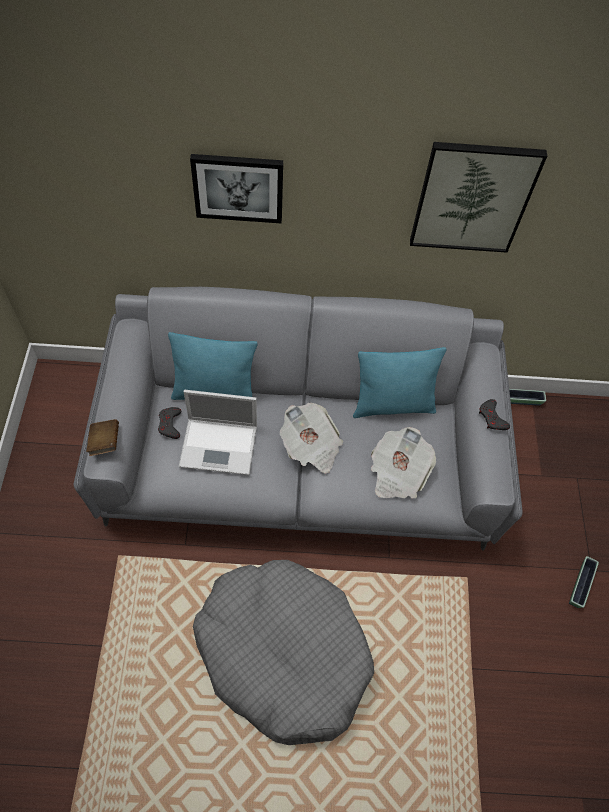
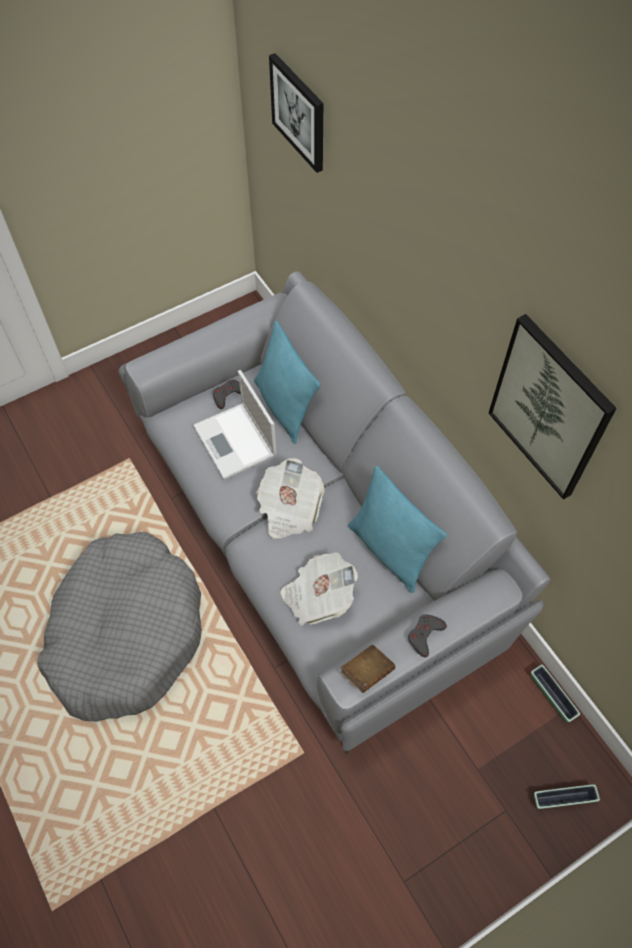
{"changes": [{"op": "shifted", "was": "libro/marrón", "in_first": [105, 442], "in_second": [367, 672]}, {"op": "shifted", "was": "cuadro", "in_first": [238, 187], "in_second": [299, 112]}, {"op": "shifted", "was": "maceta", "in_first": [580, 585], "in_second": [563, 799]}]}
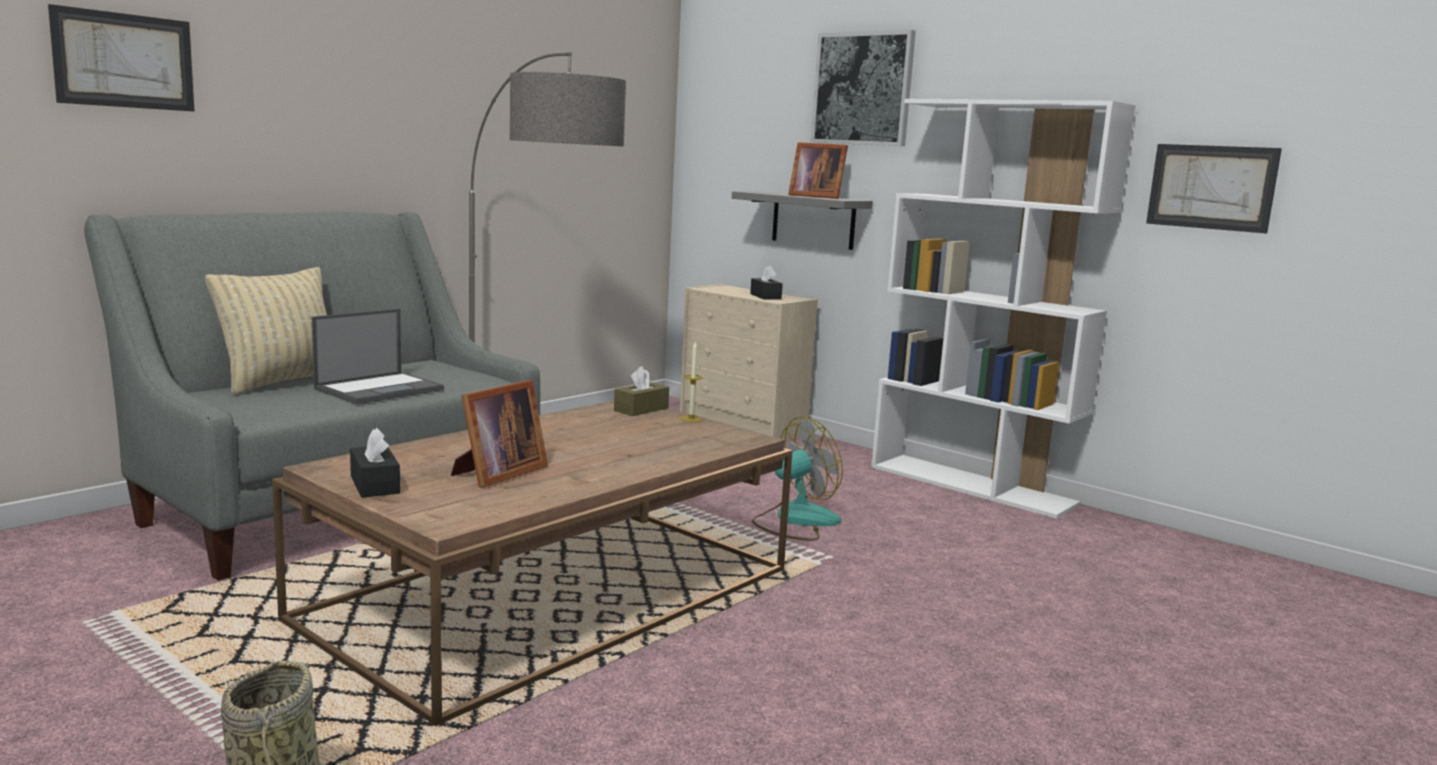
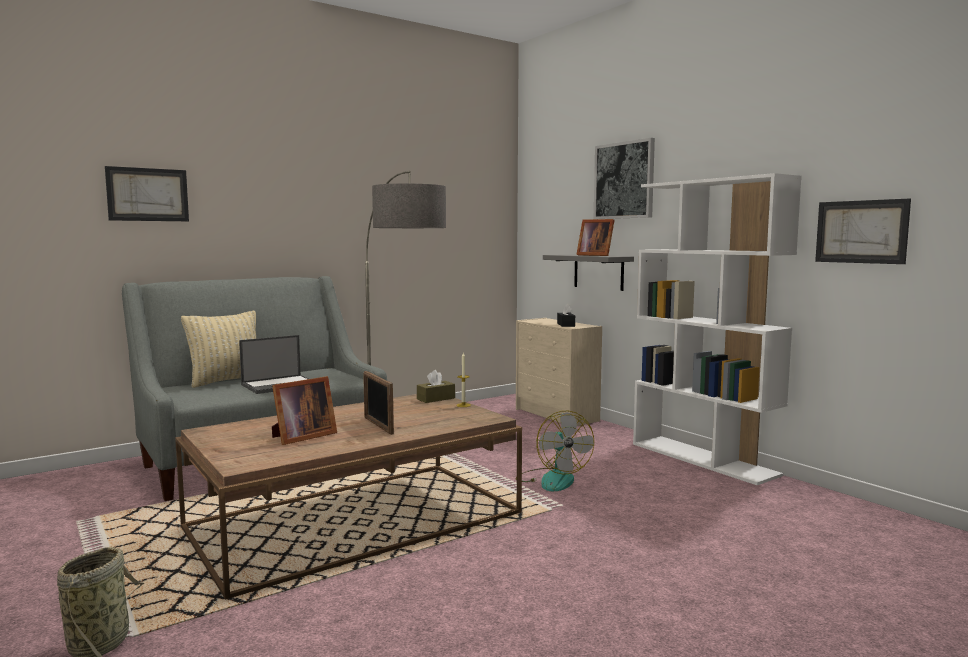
{"changes": [{"op": "gone", "was": "caja de pañuelos/negro", "in_first": [374, 485]}, {"op": "new", "now": "portarretratos", "in_second": [378, 425]}, {"op": "rotated", "was": "ventilador", "in_first": [795, 521], "in_second": [552, 479], "clockwise": 90}]}
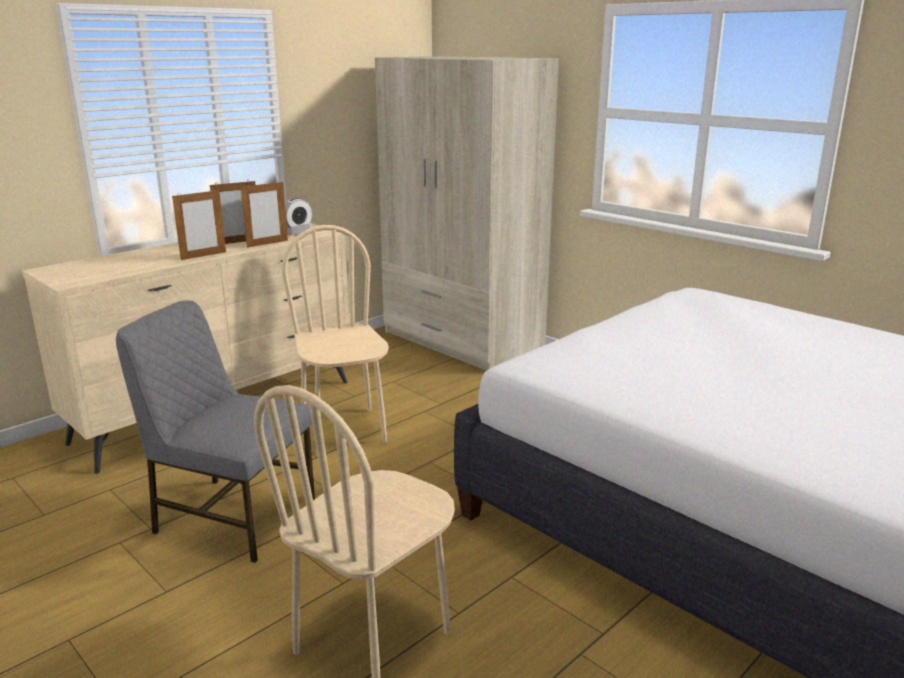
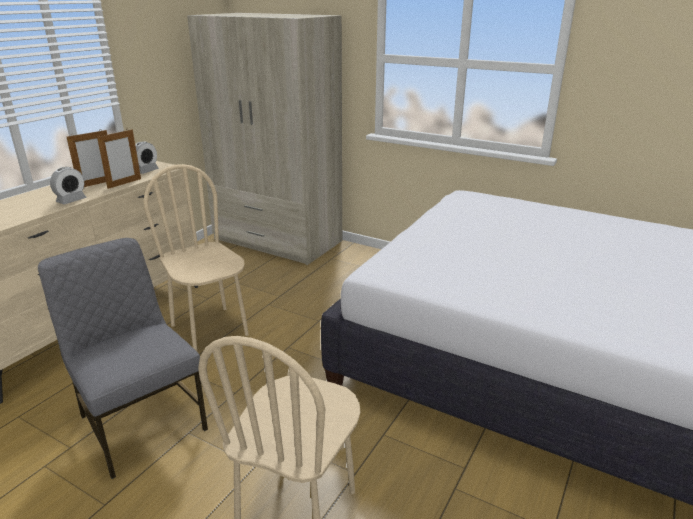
{"changes": [{"op": "swapped", "was": "portarretratos", "now": "despertador", "in_first": [203, 256], "in_second": [71, 200]}, {"op": "rotated", "was": "silla/gris", "in_first": [232, 516], "in_second": [140, 422], "clockwise": 45}]}
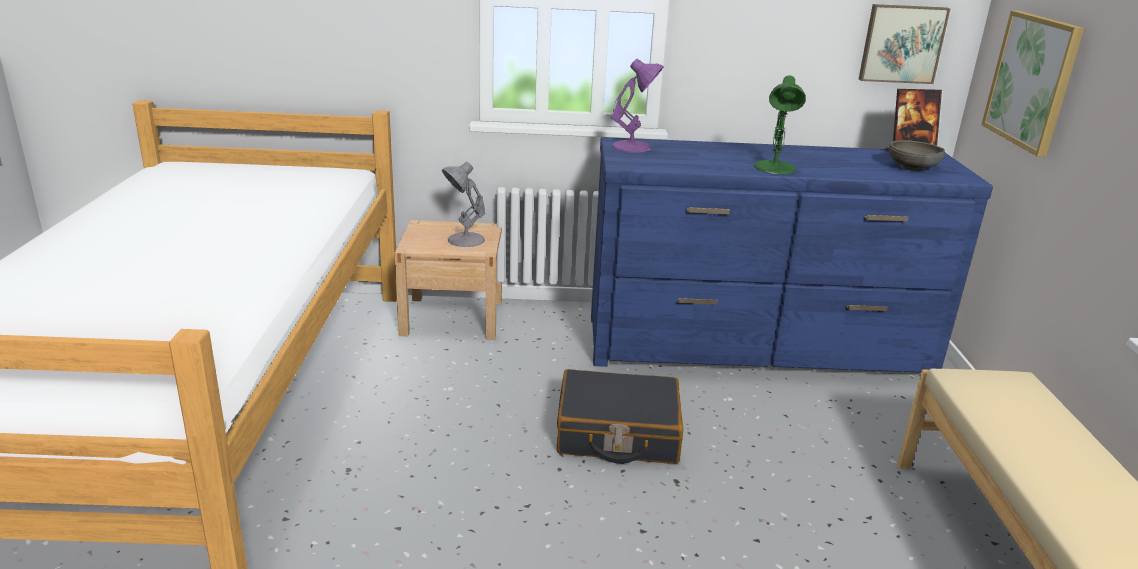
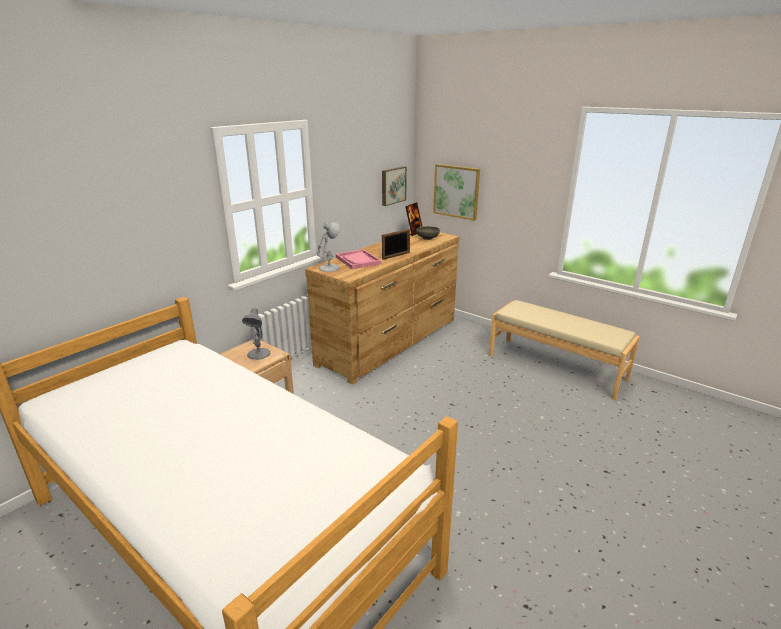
{"changes": [{"op": "gone", "was": "maleta/negro", "in_first": [617, 433]}, {"op": "new", "now": "bandeja/rosa", "in_second": [358, 260]}, {"op": "swapped", "was": "lámpara de mesa/verde", "now": "portarretratos", "in_first": [775, 168], "in_second": [396, 256]}, {"op": "repainted", "was": "cómoda/azul", "now": "cómoda/marrón", "in_first": [757, 347], "in_second": [390, 341]}, {"op": "repainted", "was": "lámpara de mesa/morado", "now": "lámpara de mesa/blanco", "in_first": [633, 147], "in_second": [330, 267]}]}
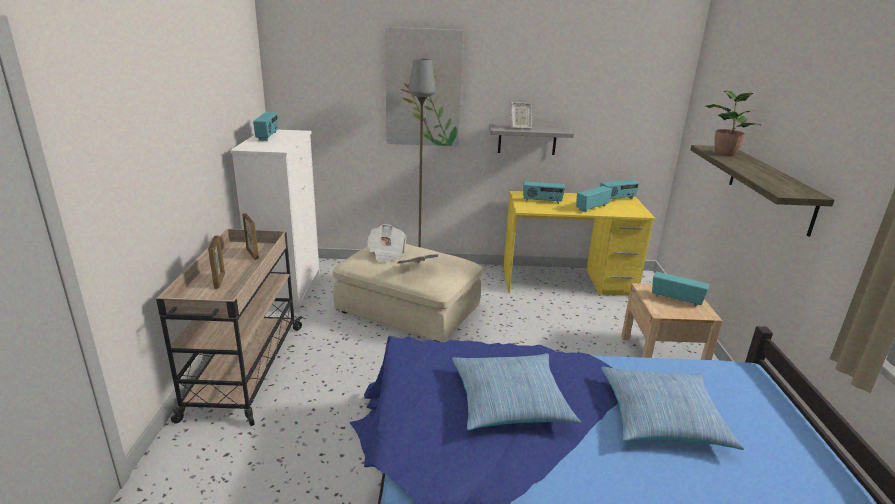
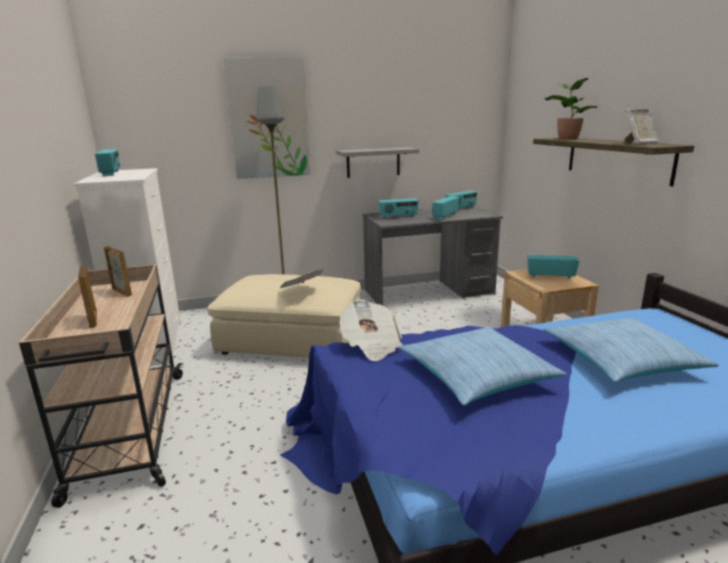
{"changes": [{"op": "shifted", "was": "periódico", "in_first": [386, 254], "in_second": [371, 345]}, {"op": "shifted", "was": "portarretratos", "in_first": [519, 128], "in_second": [639, 143]}, {"op": "repainted", "was": "escritorio/amarillo", "now": "escritorio/gris", "in_first": [567, 281], "in_second": [429, 292]}]}
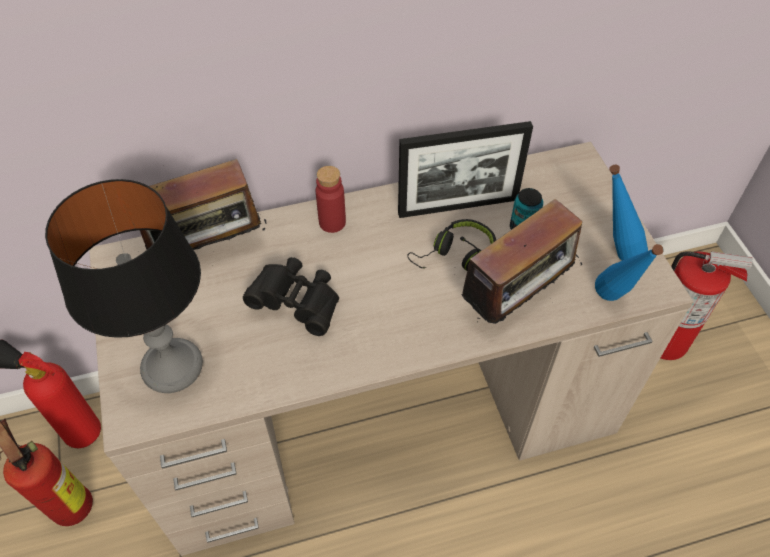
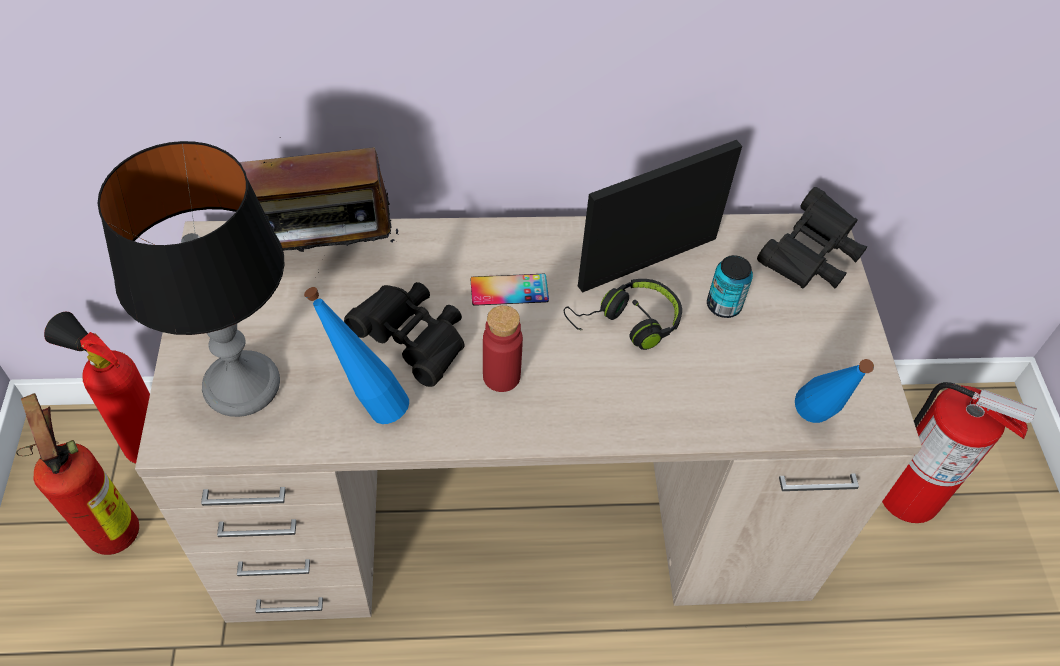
{"changes": [{"op": "gone", "was": "radio", "in_first": [516, 300]}, {"op": "new", "now": "móvil", "in_second": [509, 290]}, {"op": "new", "now": "prismáticos/negro", "in_second": [810, 257]}, {"op": "shifted", "was": "botella/rojo", "in_first": [332, 222], "in_second": [501, 376]}, {"op": "shifted", "was": "botella/azul", "in_first": [613, 253], "in_second": [368, 404]}, {"op": "rotated", "was": "portarretratos", "in_first": [458, 206], "in_second": [648, 262], "clockwise": 150}]}
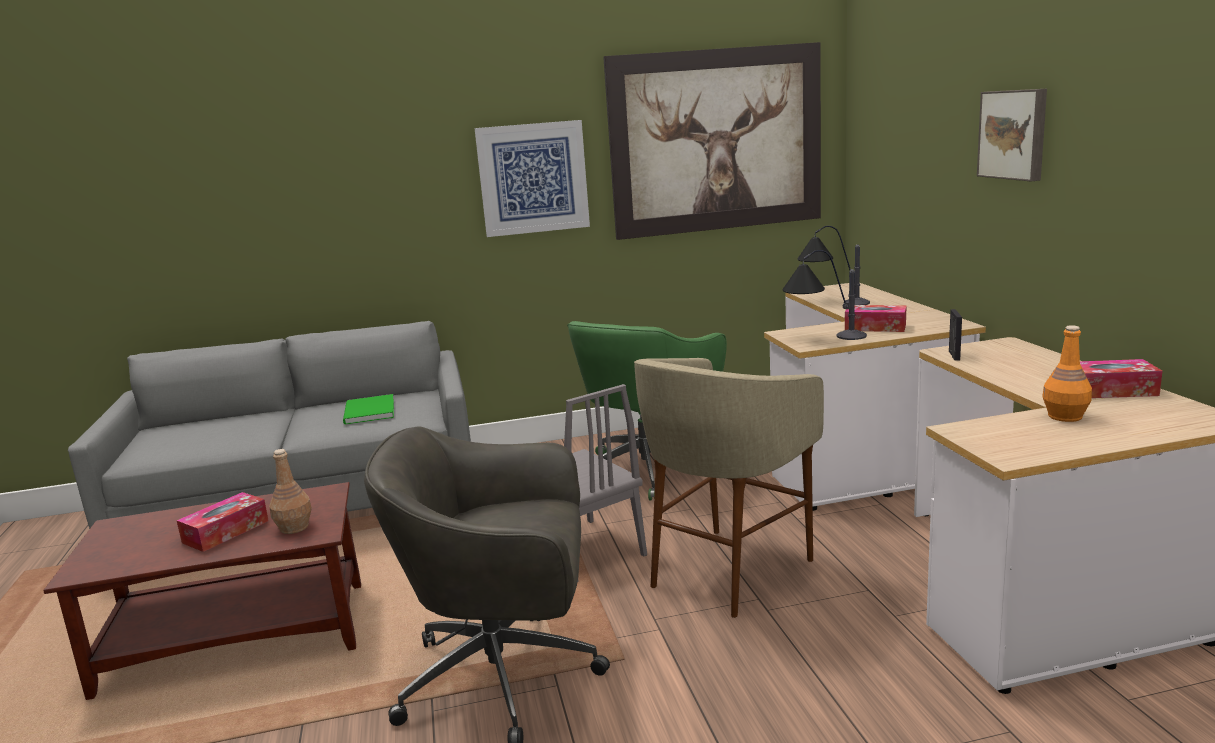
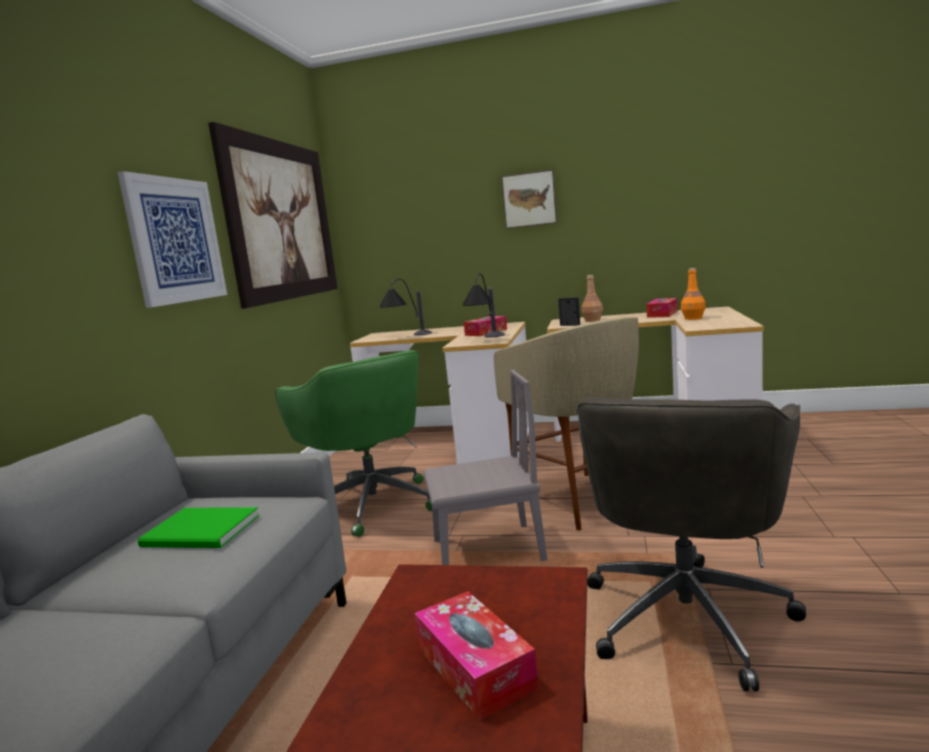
{"changes": [{"op": "shifted", "was": "botella/marrón", "in_first": [295, 527], "in_second": [592, 320]}]}
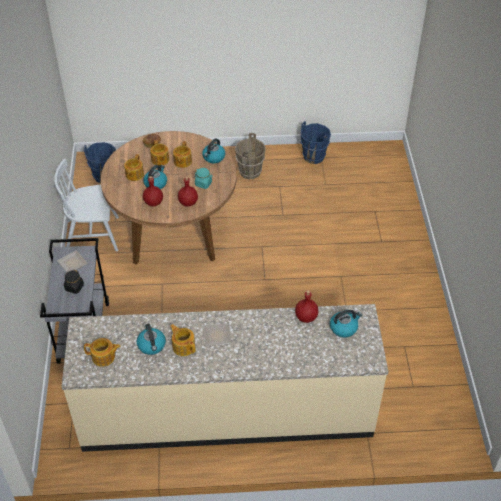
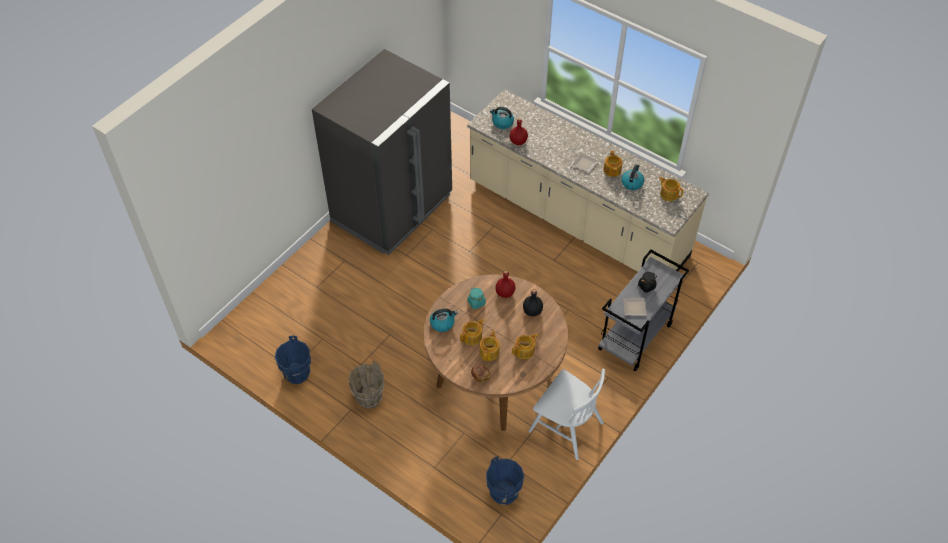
{"changes": [{"op": "gone", "was": "hervidor", "in_first": [155, 183]}, {"op": "new", "now": "nevera/gris", "in_second": [392, 208]}, {"op": "repainted", "was": "botella/rojo", "now": "botella/negro", "in_first": [153, 202], "in_second": [532, 311]}]}
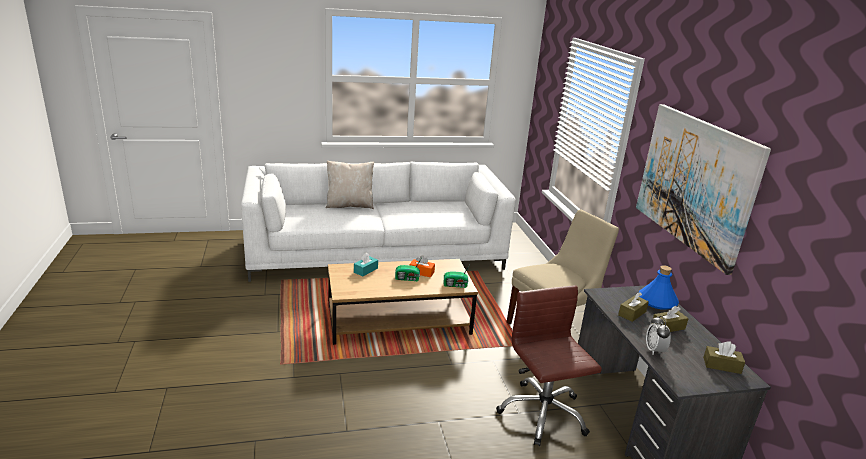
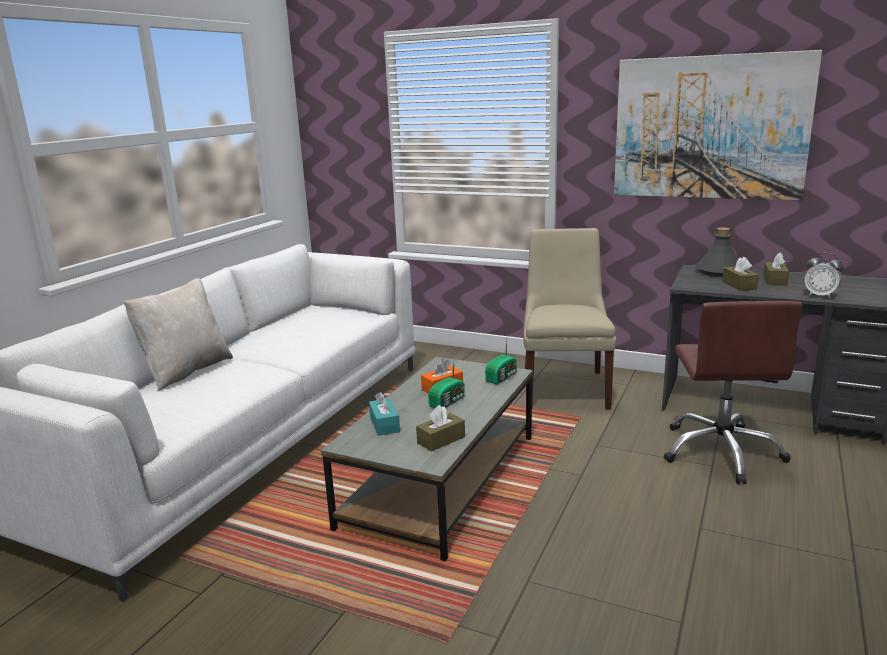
{"changes": [{"op": "shifted", "was": "caja de pañuelos/marrón", "in_first": [721, 365], "in_second": [441, 440]}, {"op": "repainted", "was": "mesa de centro/marrón", "now": "mesa de centro/gris", "in_first": [398, 320], "in_second": [440, 480]}, {"op": "repainted", "was": "botella/azul", "now": "botella/gris", "in_first": [657, 301], "in_second": [719, 272]}, {"op": "rotated", "was": "silla de oficina/marrón", "in_first": [542, 413], "in_second": [721, 452], "clockwise": -105}]}
